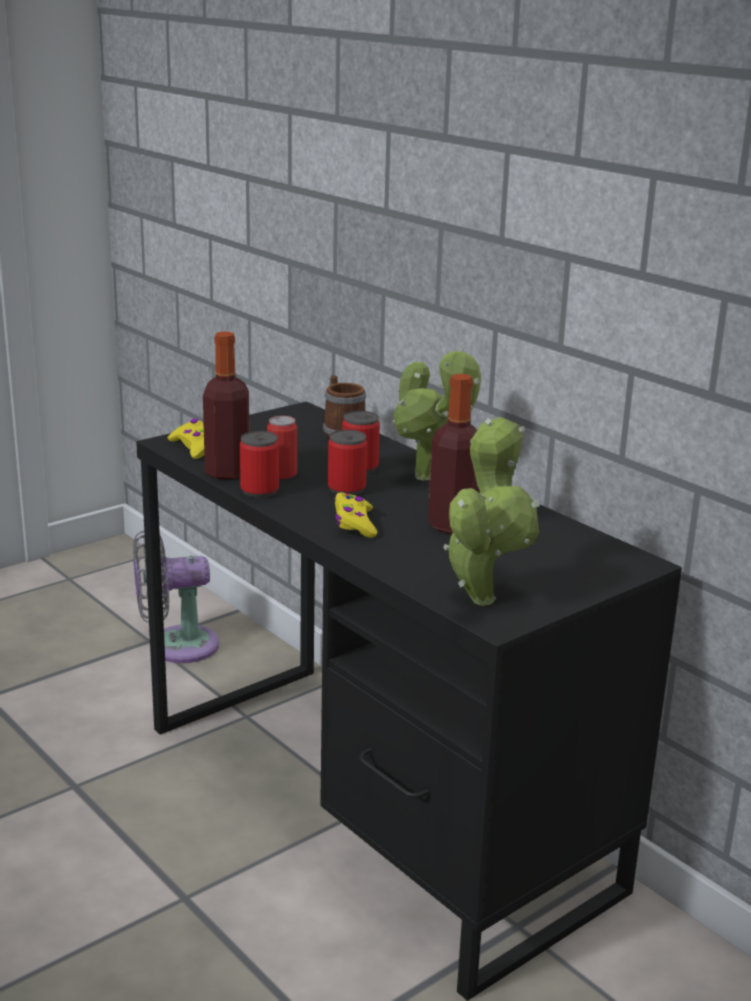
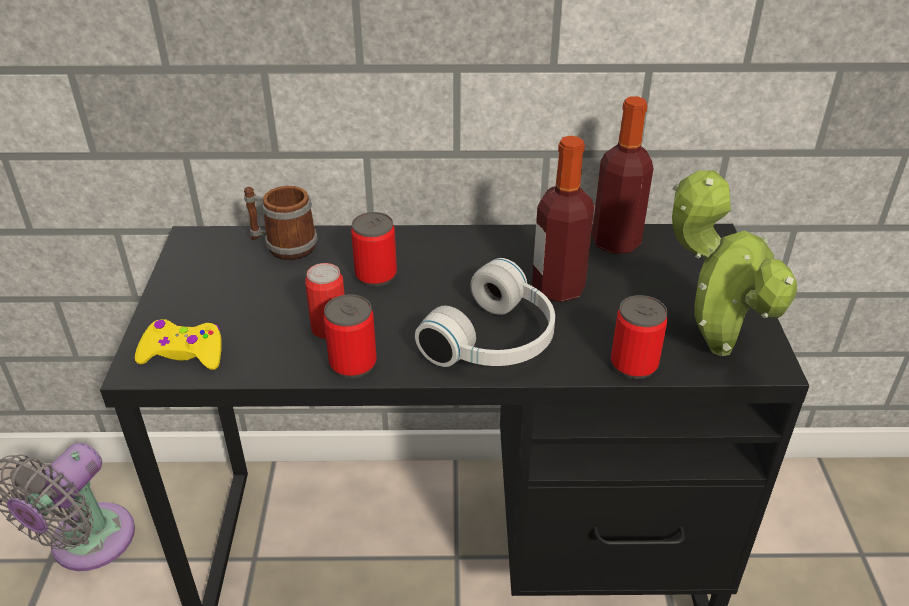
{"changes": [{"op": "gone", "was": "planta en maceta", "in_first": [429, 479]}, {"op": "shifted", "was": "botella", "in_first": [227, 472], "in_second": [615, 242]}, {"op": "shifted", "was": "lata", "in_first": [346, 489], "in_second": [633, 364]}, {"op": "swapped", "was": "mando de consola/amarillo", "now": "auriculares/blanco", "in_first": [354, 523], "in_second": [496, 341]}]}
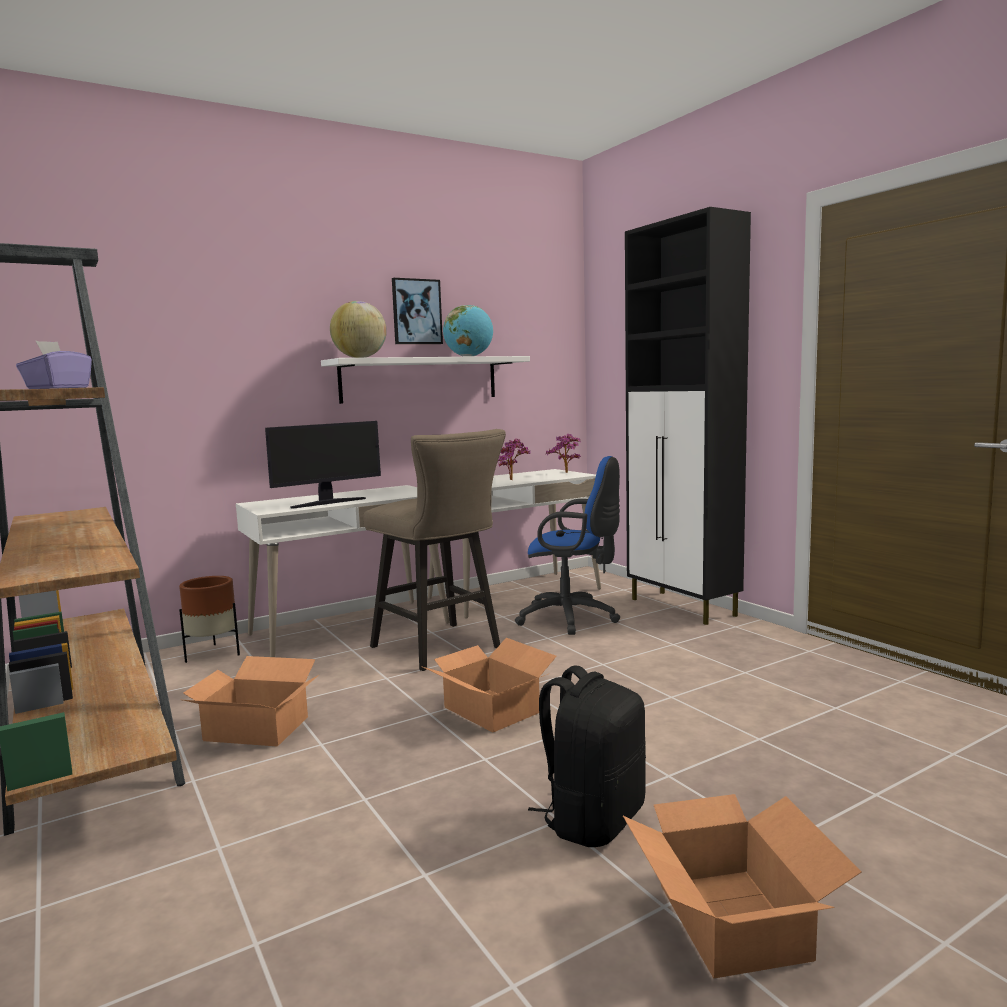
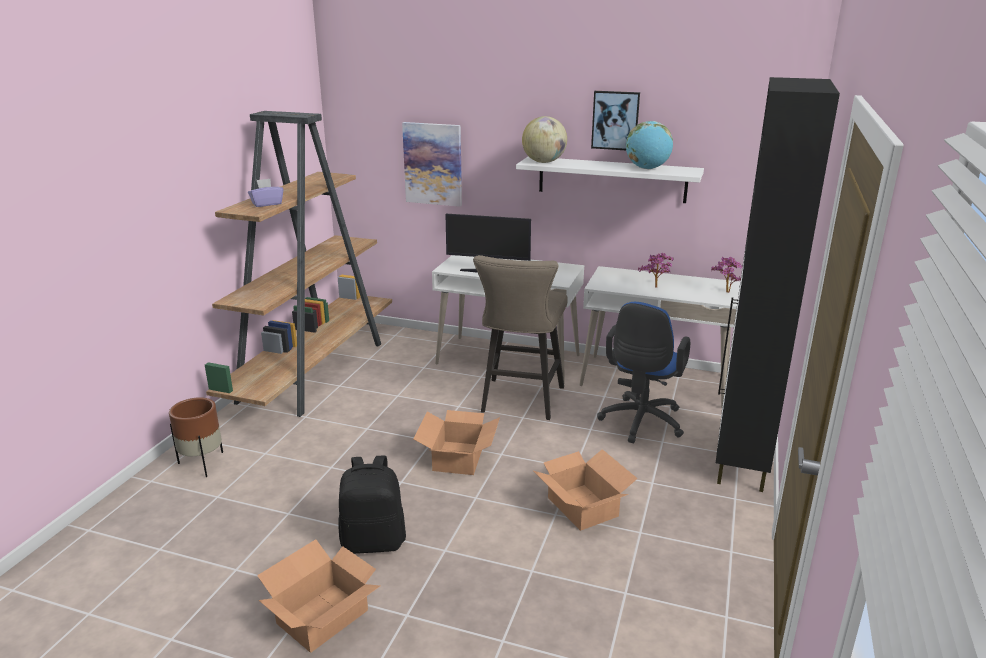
{"changes": [{"op": "new", "now": "cuadro", "in_second": [433, 164]}, {"op": "shifted", "was": "maceta/marrón", "in_first": [213, 653], "in_second": [203, 464]}, {"op": "shifted", "was": "caja de cartón", "in_first": [257, 729], "in_second": [582, 507]}, {"op": "rotated", "was": "silla de oficina/azul", "in_first": [572, 619], "in_second": [640, 423], "clockwise": 45}]}
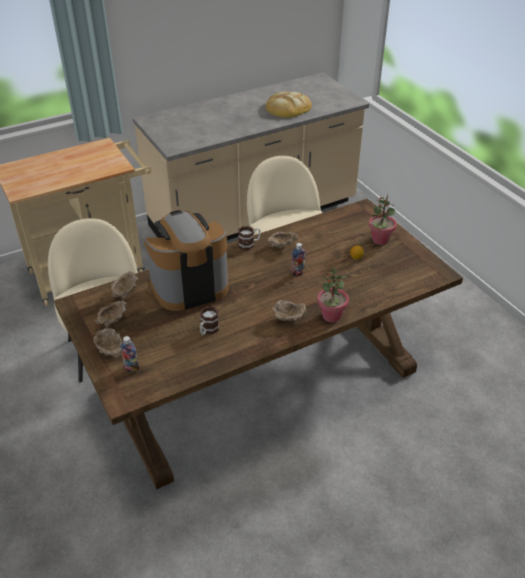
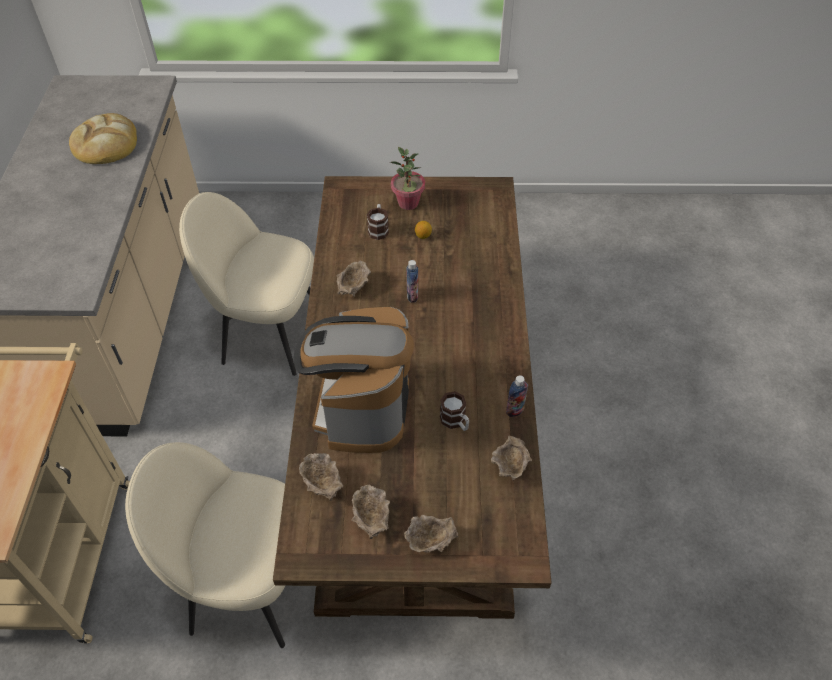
{"changes": [{"op": "gone", "was": "planta en maceta", "in_first": [331, 316]}, {"op": "shifted", "was": "botella", "in_first": [131, 368], "in_second": [515, 410]}, {"op": "shifted", "was": "taza grande", "in_first": [249, 244], "in_second": [378, 229]}, {"op": "shifted", "was": "cuenco/beis", "in_first": [289, 319], "in_second": [510, 466]}]}
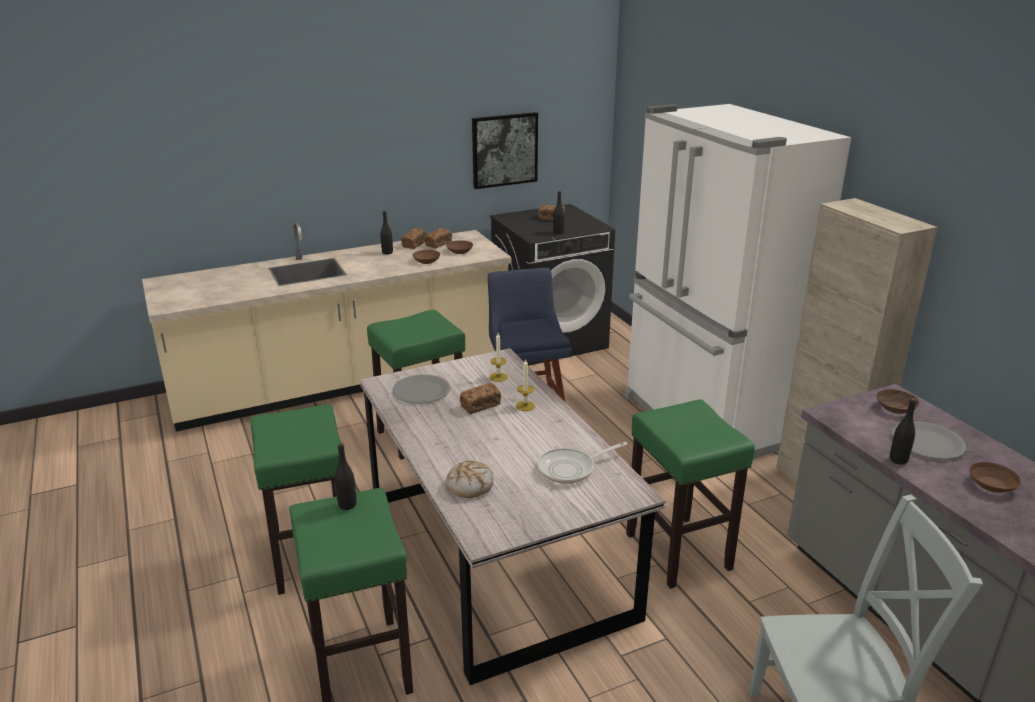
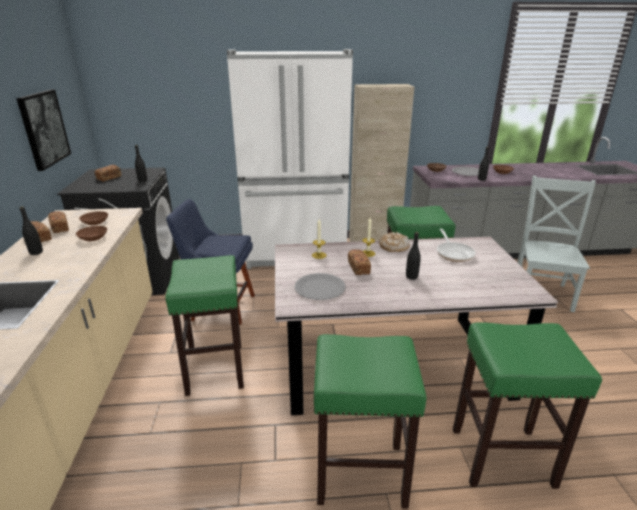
{"changes": [{"op": "shifted", "was": "botella/negro", "in_first": [347, 505], "in_second": [411, 277]}, {"op": "shifted", "was": "pan", "in_first": [470, 485], "in_second": [393, 247]}]}
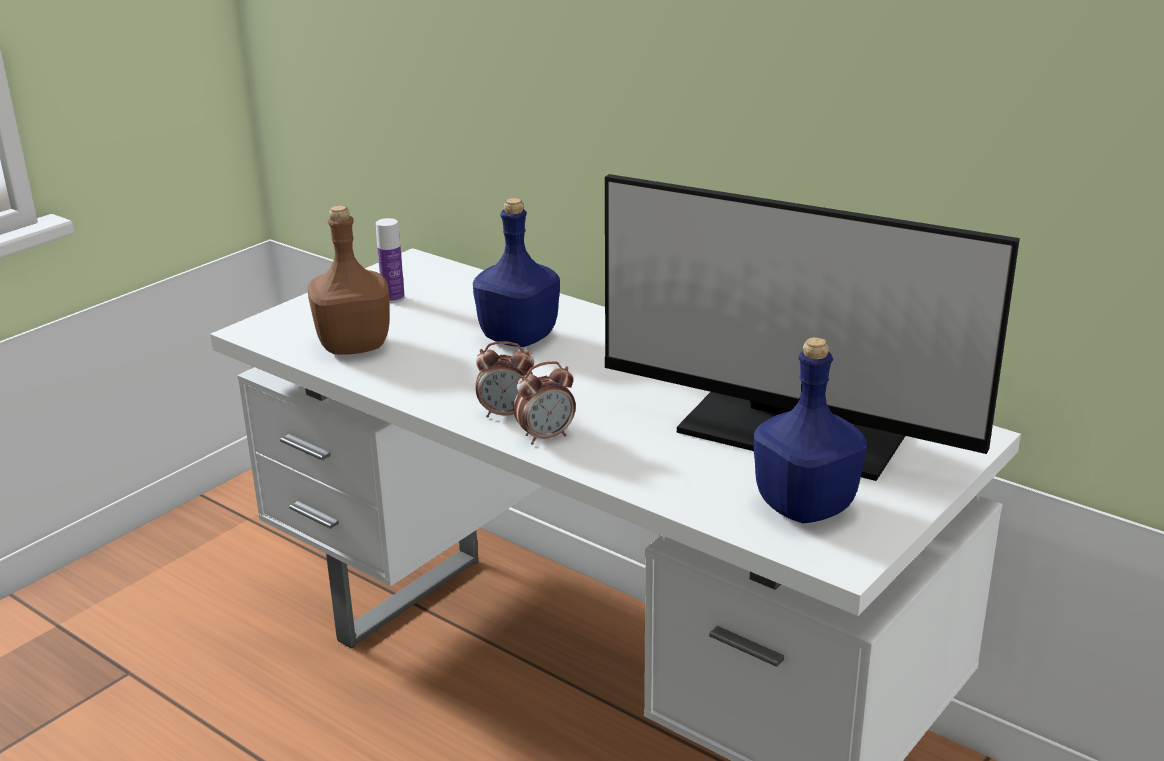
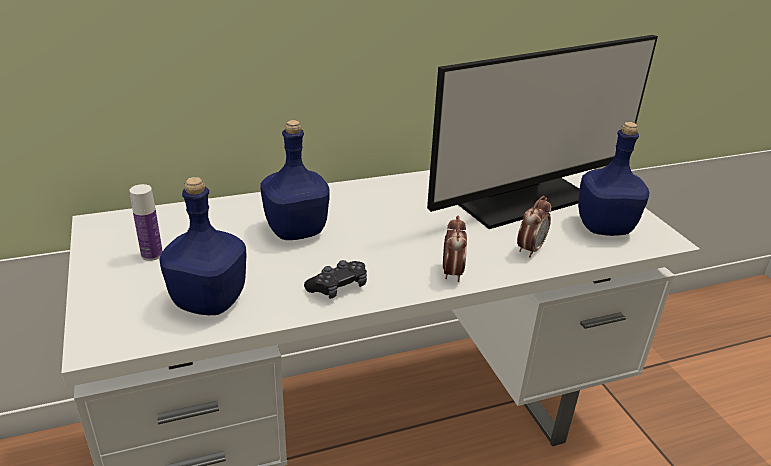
{"changes": [{"op": "new", "now": "mando de consola/negro", "in_second": [338, 287]}, {"op": "shifted", "was": "despertador", "in_first": [506, 414], "in_second": [530, 249]}, {"op": "repainted", "was": "botella/marrón", "now": "botella/azul", "in_first": [353, 345], "in_second": [208, 301]}]}
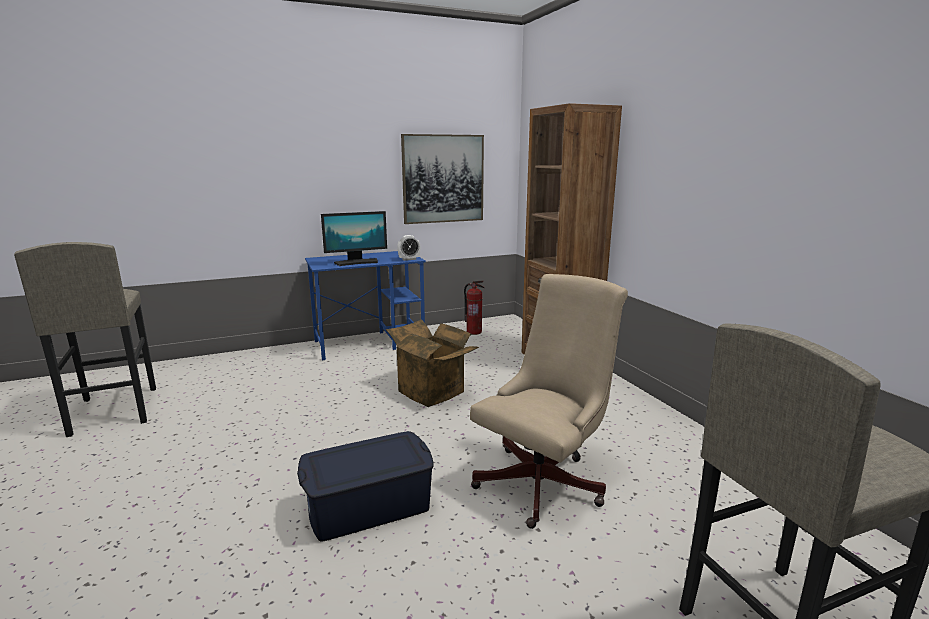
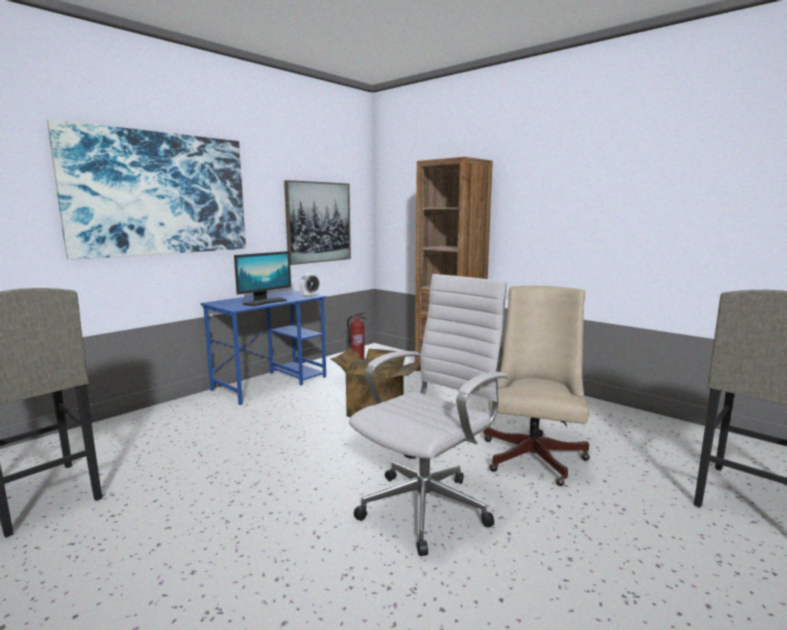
{"changes": [{"op": "new", "now": "cuadro", "in_second": [160, 194]}, {"op": "swapped", "was": "caja de almacenaje/azul", "now": "silla de oficina/blanco", "in_first": [369, 506], "in_second": [428, 506]}]}
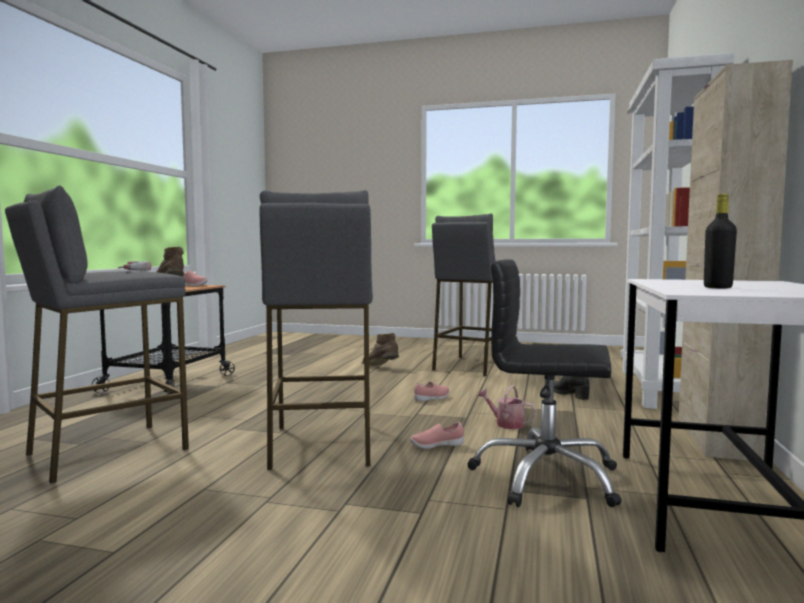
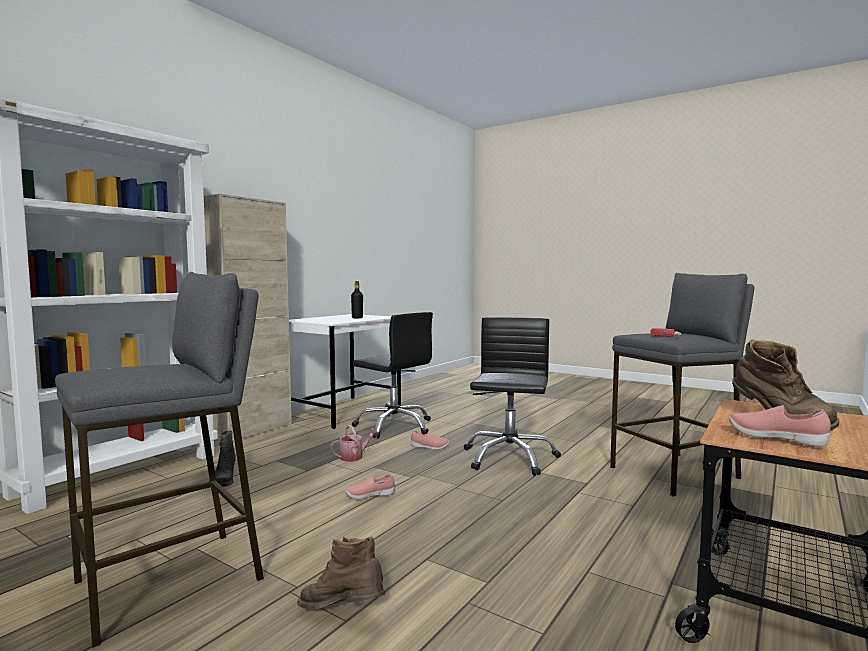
{"changes": [{"op": "swapped", "was": "taburete/gris", "now": "silla de oficina/negro", "in_first": [321, 445], "in_second": [509, 457]}, {"op": "rotated", "was": "bota/marrón", "in_first": [381, 367], "in_second": [343, 613], "clockwise": 150}, {"op": "rotated", "was": "regadera", "in_first": [506, 424], "in_second": [354, 457], "clockwise": -90}]}
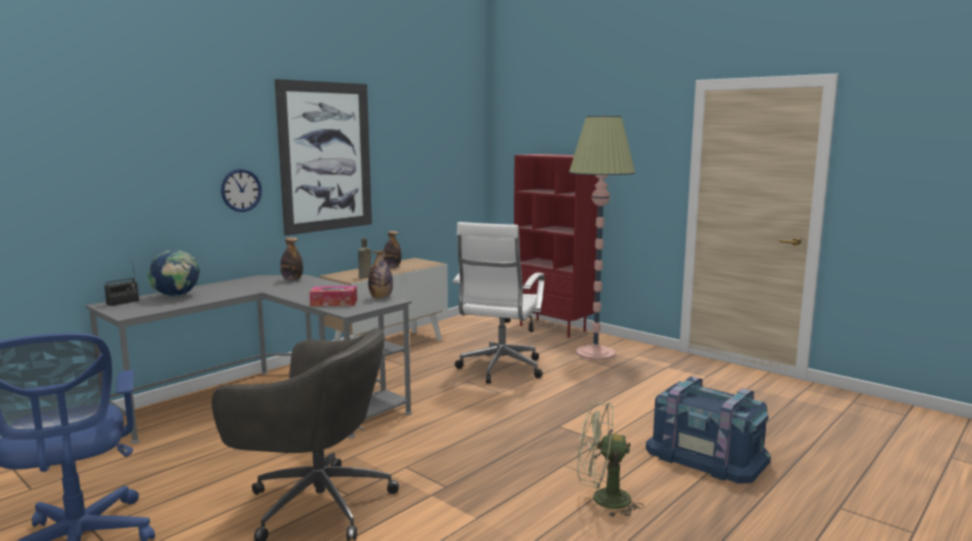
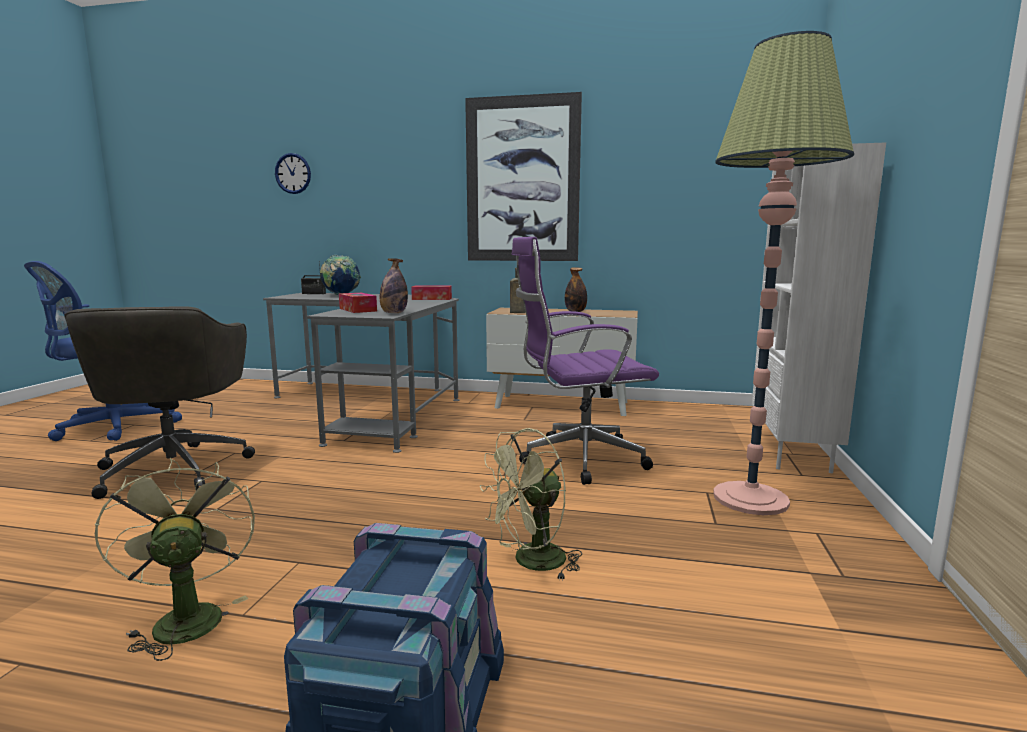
{"changes": [{"op": "new", "now": "ventilador/verde", "in_second": [531, 563]}, {"op": "shifted", "was": "reloj de pared", "in_first": [241, 190], "in_second": [293, 173]}, {"op": "swapped", "was": "botella", "now": "caja de pañuelos", "in_first": [292, 280], "in_second": [432, 299]}, {"op": "repainted", "was": "silla de oficina/blanco", "now": "silla de oficina/morado", "in_first": [500, 370], "in_second": [577, 459]}, {"op": "repainted", "was": "estantería/rojo", "now": "estantería/blanco", "in_first": [553, 328], "in_second": [792, 452]}]}
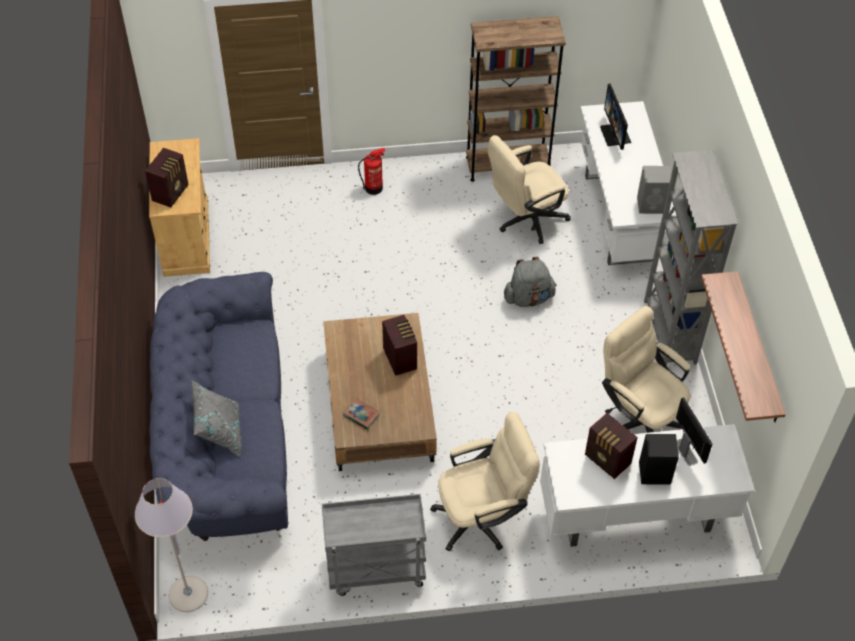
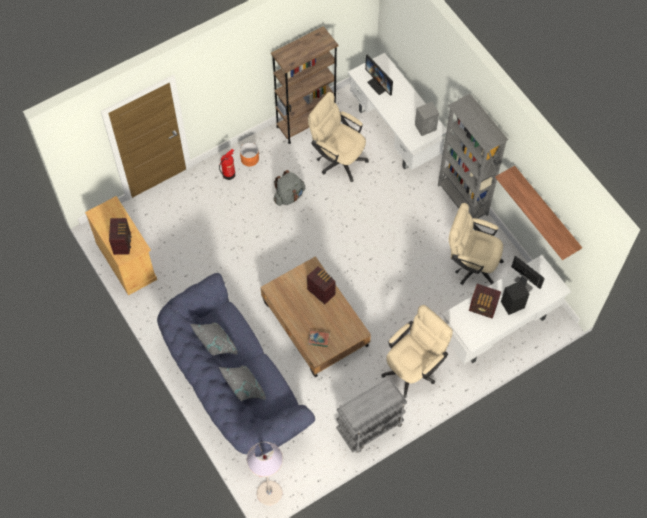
{"changes": [{"op": "new", "now": "cojín/gris", "in_second": [215, 345]}, {"op": "new", "now": "maceta/naranja", "in_second": [250, 158]}, {"op": "shifted", "was": "mochila/gris", "in_first": [528, 298], "in_second": [289, 196]}, {"op": "rotated", "was": "silla de oficina/beis", "in_first": [525, 220], "in_second": [338, 158], "clockwise": 90}]}
